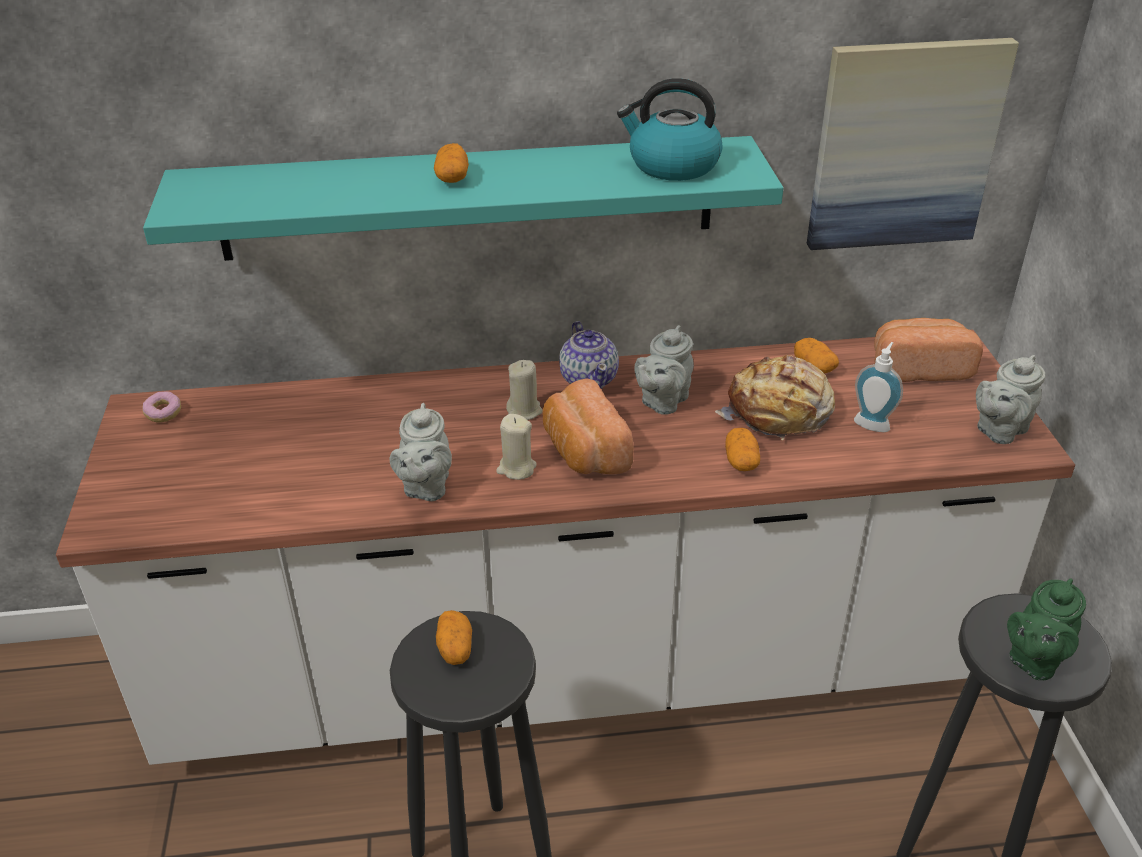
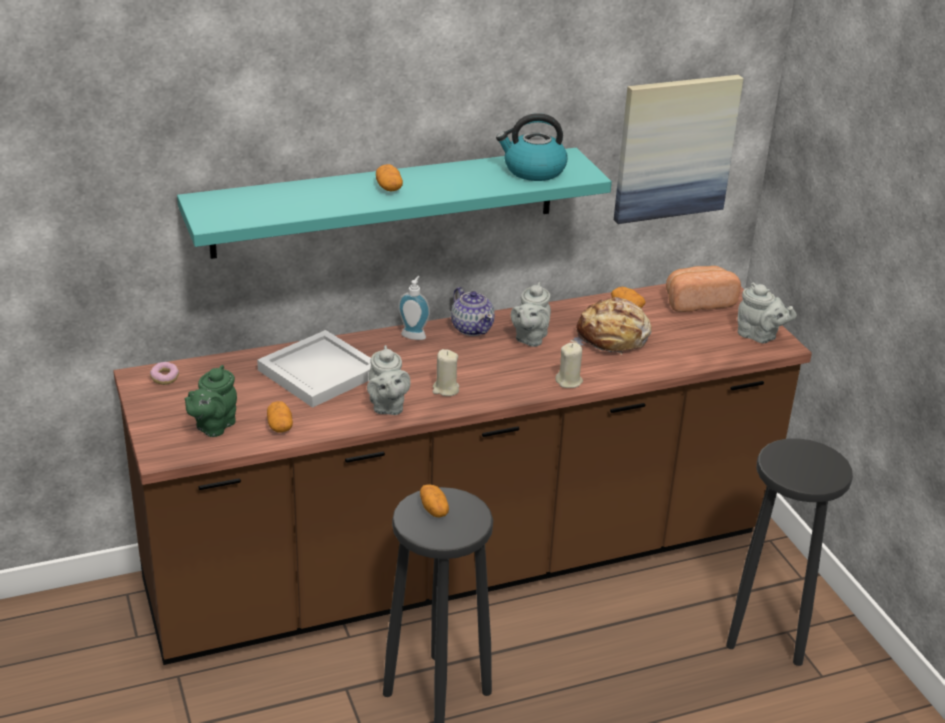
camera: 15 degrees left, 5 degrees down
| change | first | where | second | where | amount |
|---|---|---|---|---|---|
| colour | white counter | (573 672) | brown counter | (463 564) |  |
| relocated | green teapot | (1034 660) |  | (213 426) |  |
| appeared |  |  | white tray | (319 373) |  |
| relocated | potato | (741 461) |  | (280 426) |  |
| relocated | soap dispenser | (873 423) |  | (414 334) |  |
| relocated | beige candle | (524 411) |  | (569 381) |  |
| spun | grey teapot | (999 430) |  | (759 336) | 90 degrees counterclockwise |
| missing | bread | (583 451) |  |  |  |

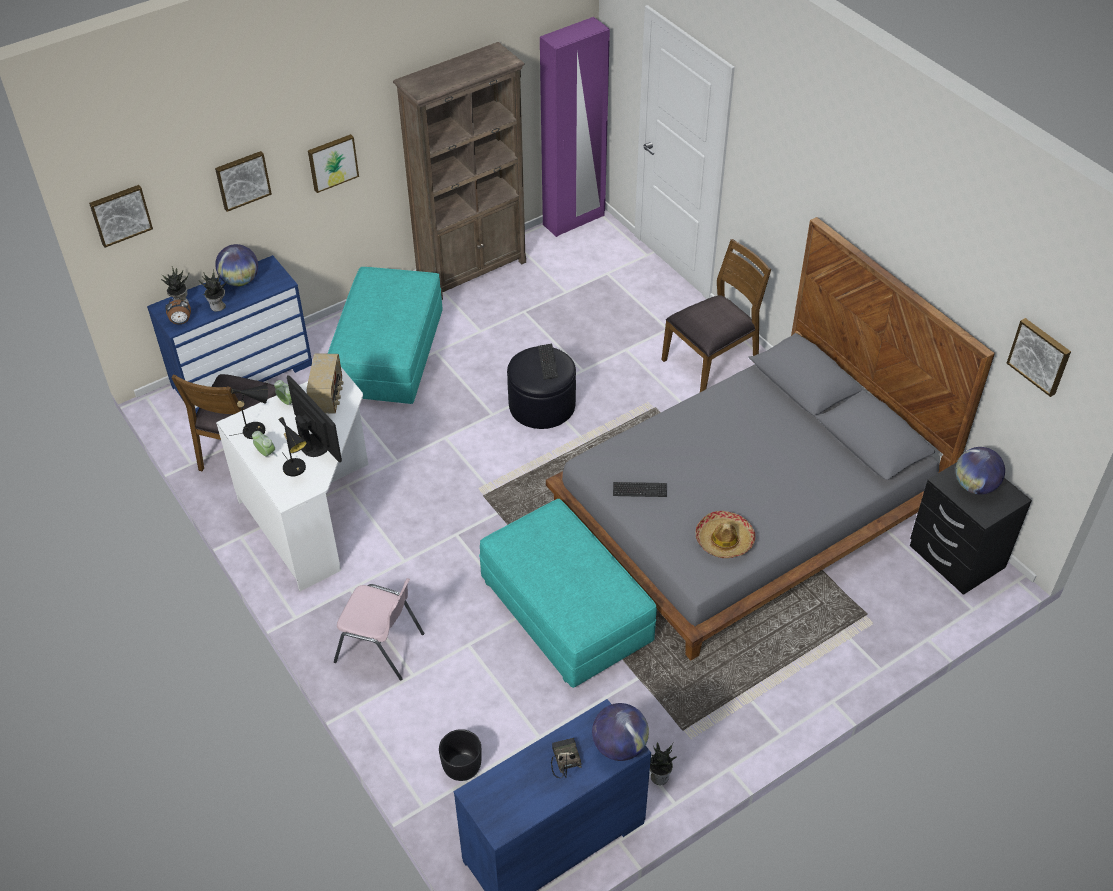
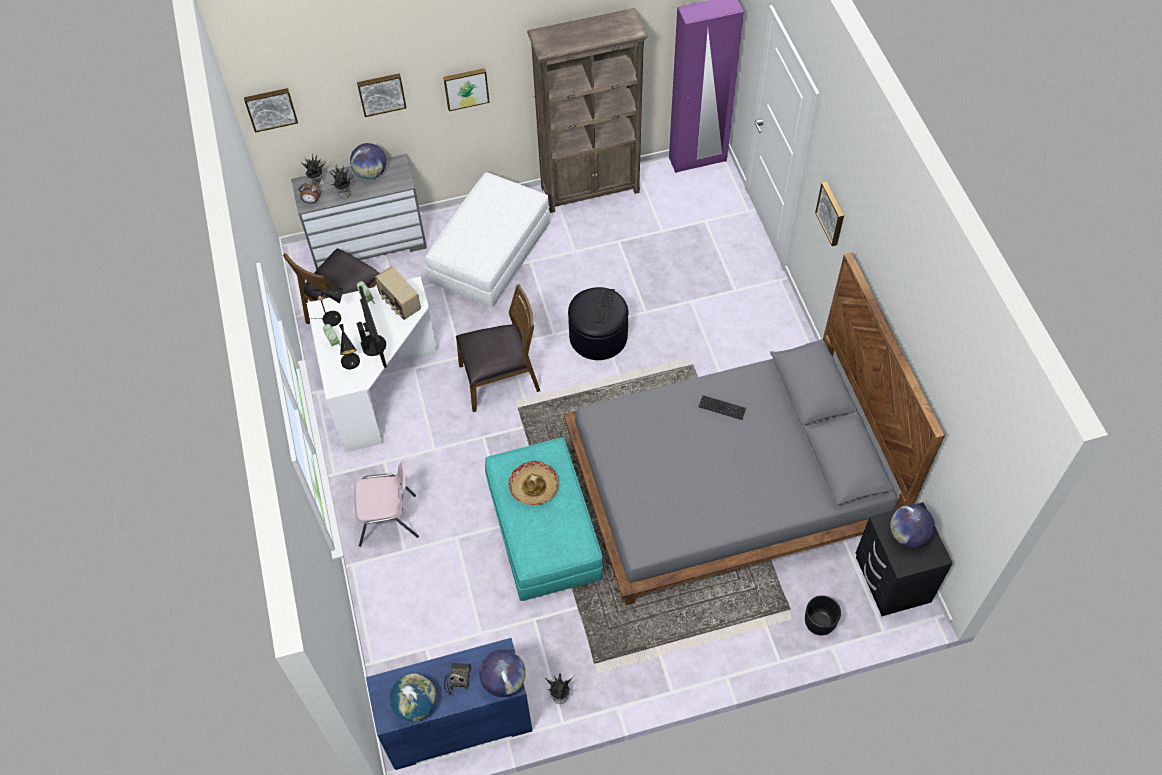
camera: 20 degrees right, 10 degrees up
| change | first | where | second | where | amount |
|---|---|---|---|---|---|
| colour | blue dresser | (242 375) | grey dresser | (368 243) |  |
| spun | pink chair | (381 648) |  | (389 520) | 45 degrees counterclockwise |
| spun | radio | (328 397) |  | (399 303) | 120 degrees clockwise |
| appeared |  |  | globe | (416 705) |  |
| colour | turquoise ottoman | (389 355) | white ottoman | (491 255) |  |
| relocated | brown chair | (711 362) |  | (500 379) |  |
| relocated | hat | (724 540) |  | (534 487) |  |
| relocated | keyboard | (639 490) |  | (722 408) |  |
| relocated | black planter | (461 766) |  | (819 622) |  |
| relocated | picture | (1040 356) |  | (832 213) |  |

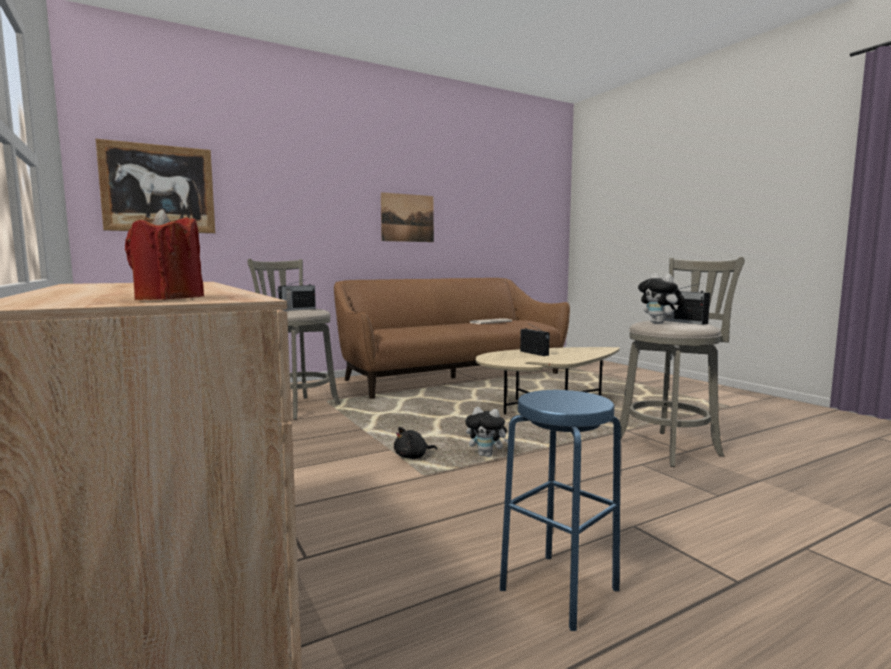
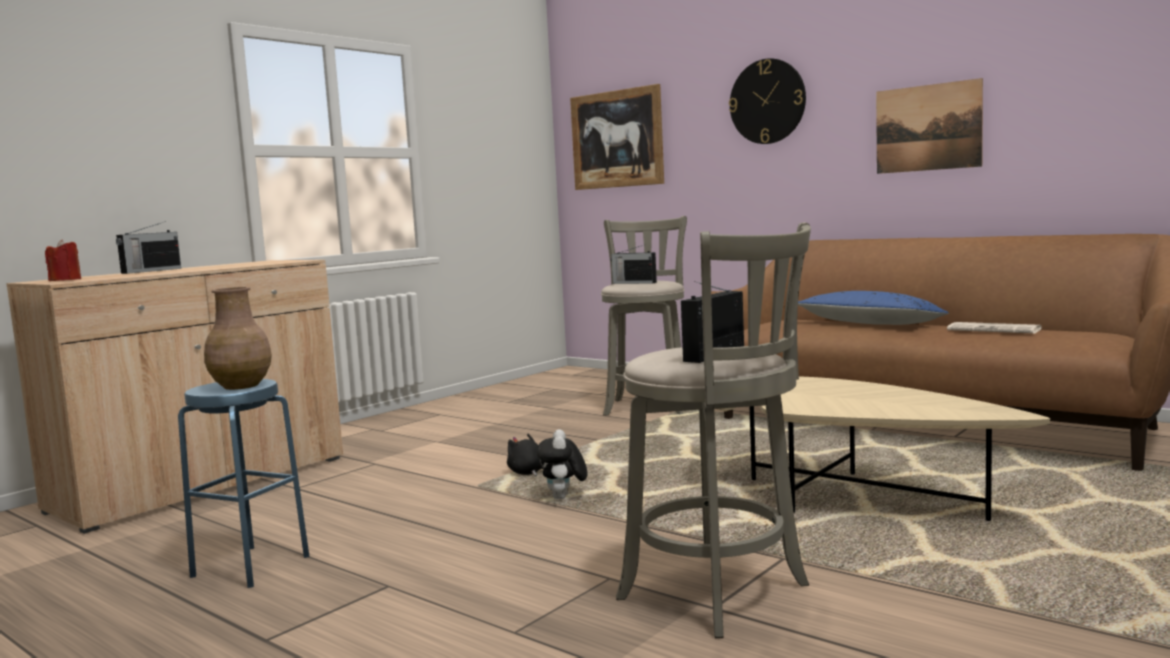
camera: 70 degrees right, 0 degrees up
| change | first | where | second | where | amount |
|---|---|---|---|---|---|
| relocated | radio | (534 353) |  | (150 271) |  |
| appeared |  |  | brown vase | (242 386) |  |
| appeared |  |  | wall clock | (767 101) |  |
| appeared |  |  | blue pillow | (870 324) |  |
| missing | plush toy | (660 323) |  |  |  |

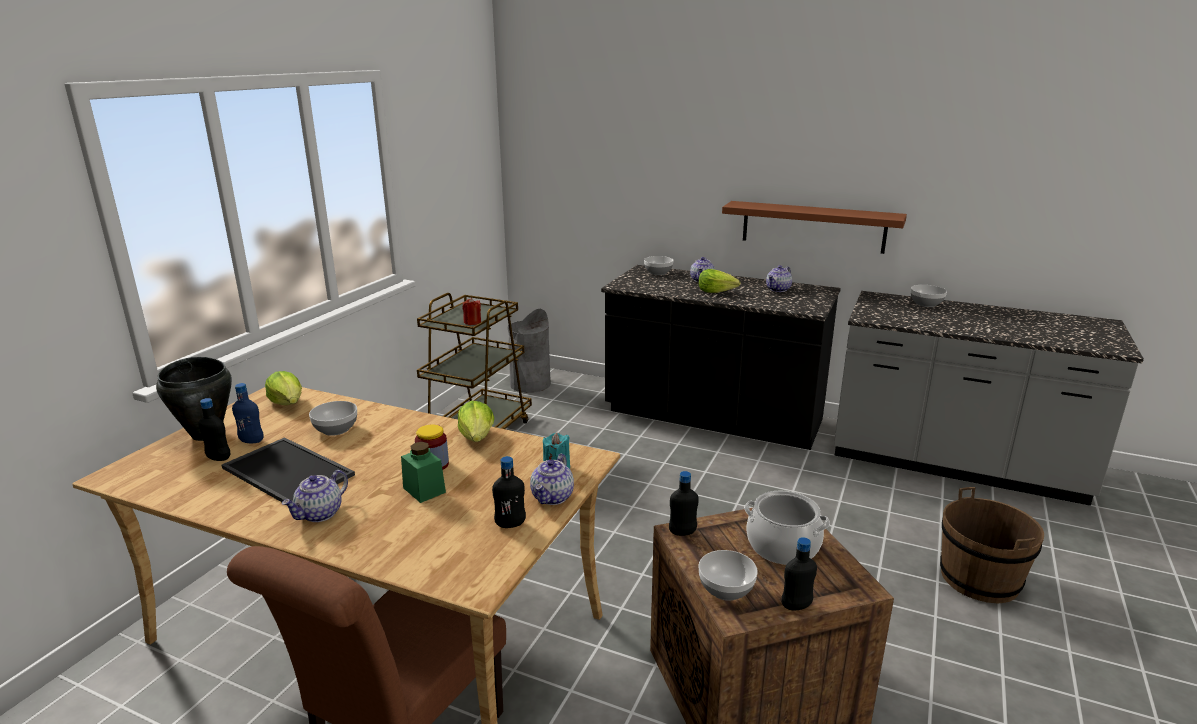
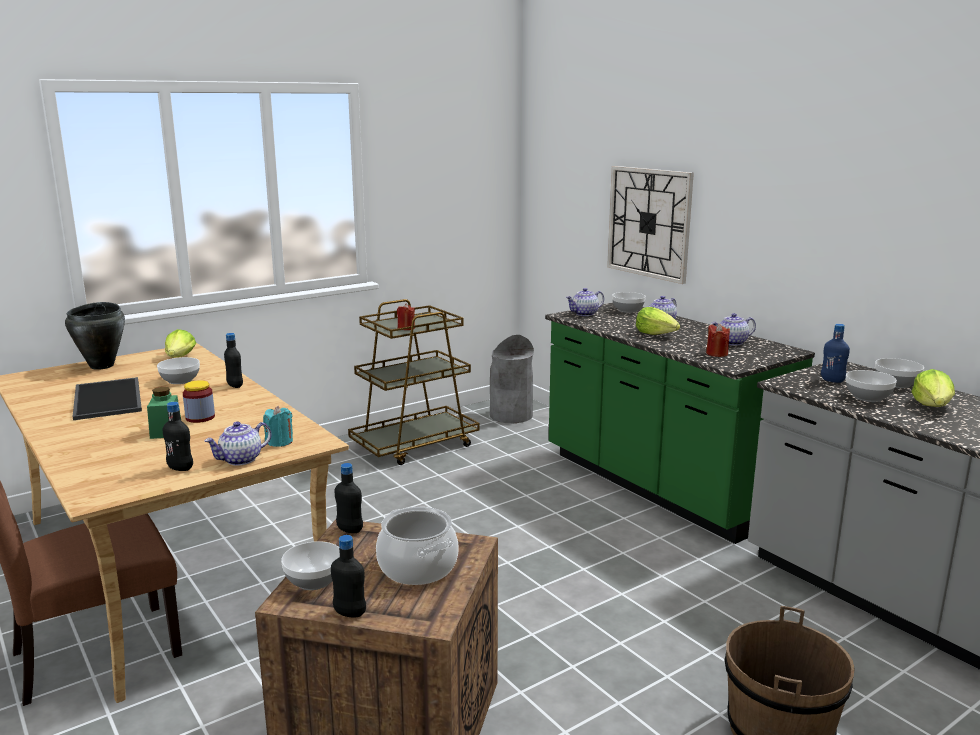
camera: 30 degrees right, 5 degrees down
| change | first | where | second | where | amount |
|---|---|---|---|---|---|
| relocated | black bottle | (218 458) |  | (235 386) |  |
| colour | black counter | (712 418) | green counter | (658 486) |  |
| relocated | teapot | (320 514) |  | (584 314) |  |
| appeared |  |  | wall clock | (649 223) |  |
| appeared |  |  | red candle | (716 354) |  |
| relocated | blue bottle | (252 441) |  | (832 380) |  |
| appeared |  |  | bowl | (867 397) |  |
| relocated | lettuce | (477 437) |  | (932 406) |  |
| missing | brown shelf | (813 226) |  |  |  |

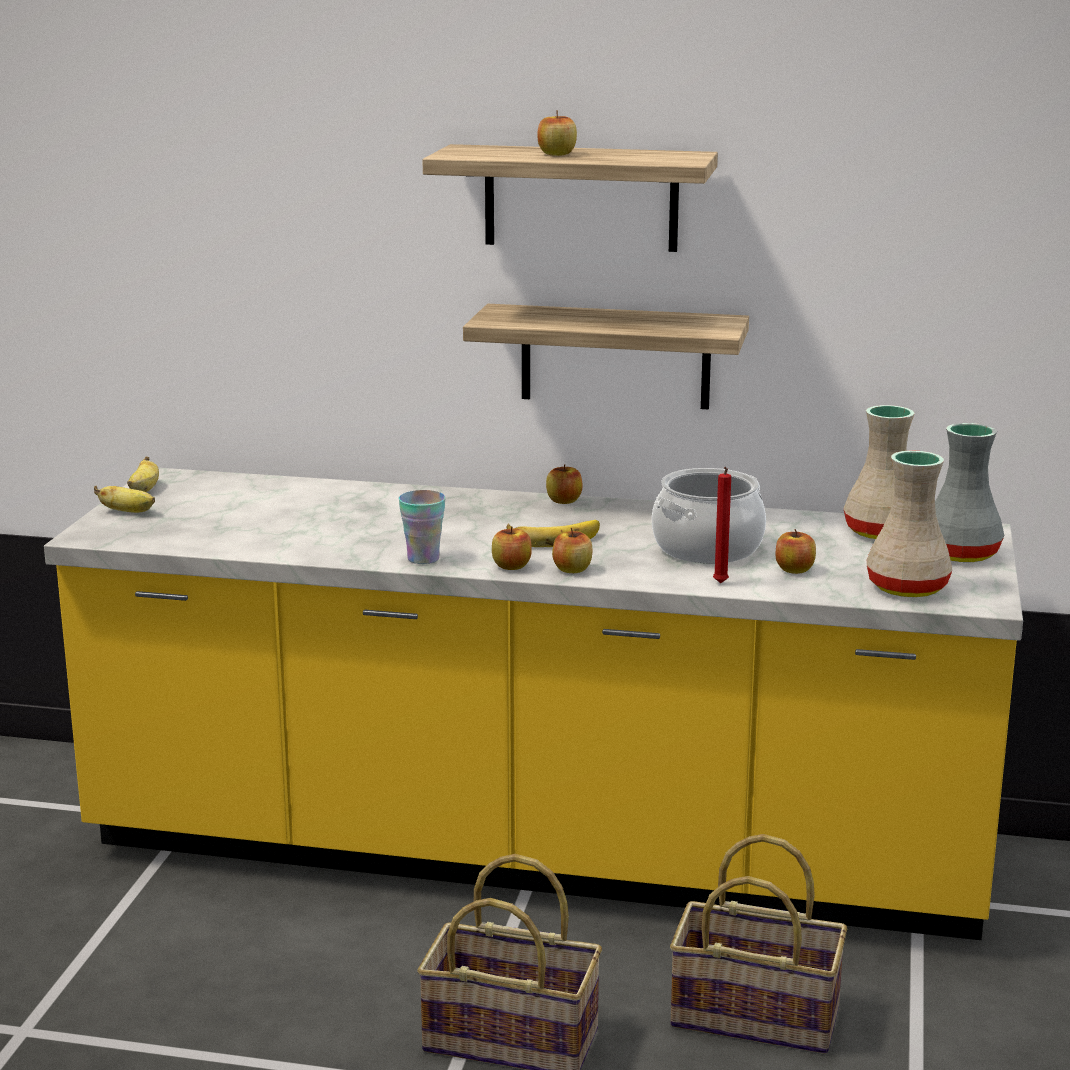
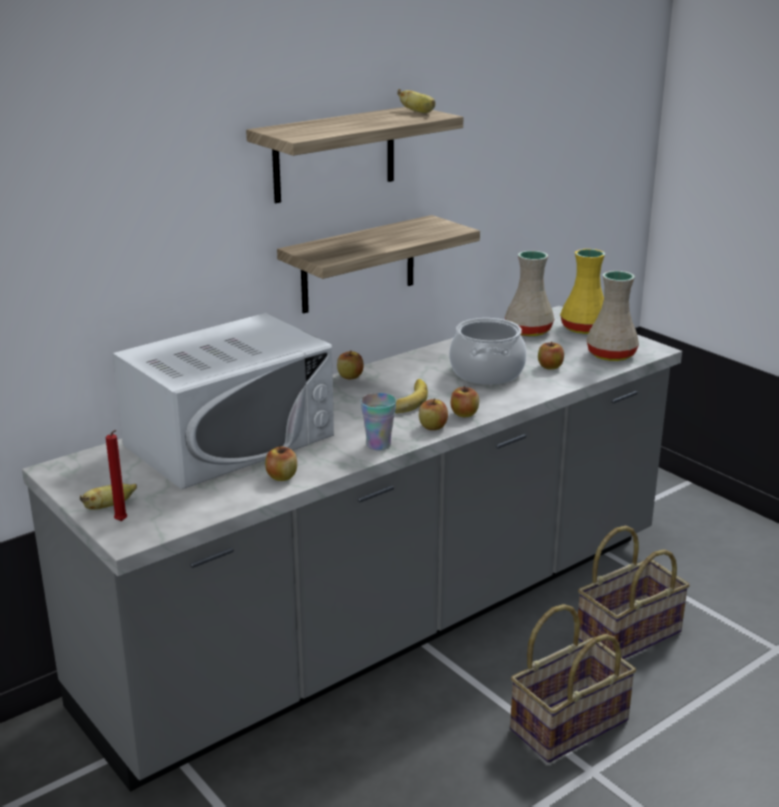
camera: 50 degrees left, 5 degrees up
| change | first | where | second | where | amount |
|---|---|---|---|---|---|
| colour | yellow counter | (535 853) | grey counter | (389 621) |  |
| relocated | red candle | (720 584) |  | (122 522) |  |
| appeared |  |  | white microwave | (230 440) |  |
| relocated | apple | (557 154) |  | (282 477) |  |
| relocated | banana | (144 490) |  | (418 112) |  |
| colour | grey vase | (958 553) | yellow vase | (582 329) |  |

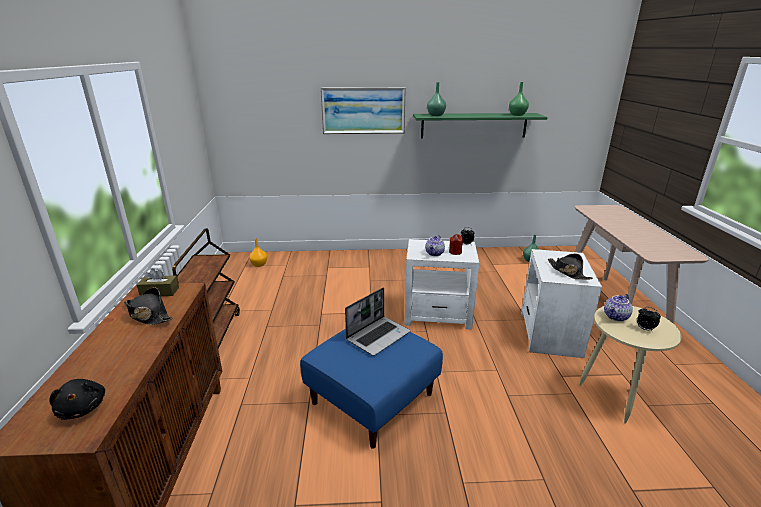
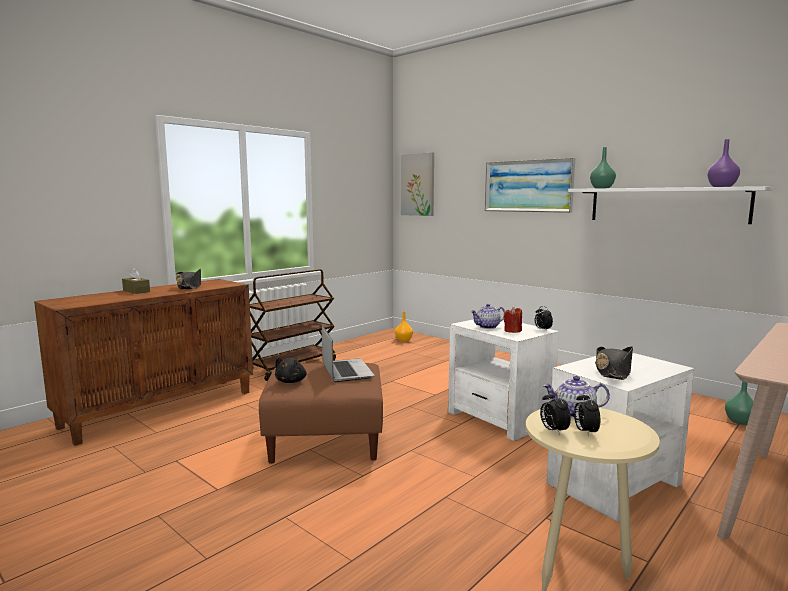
camera: 45 degrees right, 15 degrees down
| change | first | where | second | where | amount |
|---|---|---|---|---|---|
| relocated | brown tissue box | (159 292) |  | (136 291) |  |
| colour | blue ottoman | (372 398) | brown ottoman | (326 439) |  |
| relocated | black plush toy | (83 408) |  | (291 381) |  |
| spun | laptop | (378 336) |  | (346 371) | 105 degrees counterclockwise |
| appeared |  |  | picture | (418 184) |  |
| appeared |  |  | alarm clock | (553 430) |  |
| colour | green shelf | (474 125) | white shelf | (666 205) |  |
| colour | green vase | (517 115) | purple vase | (722 186) |  |

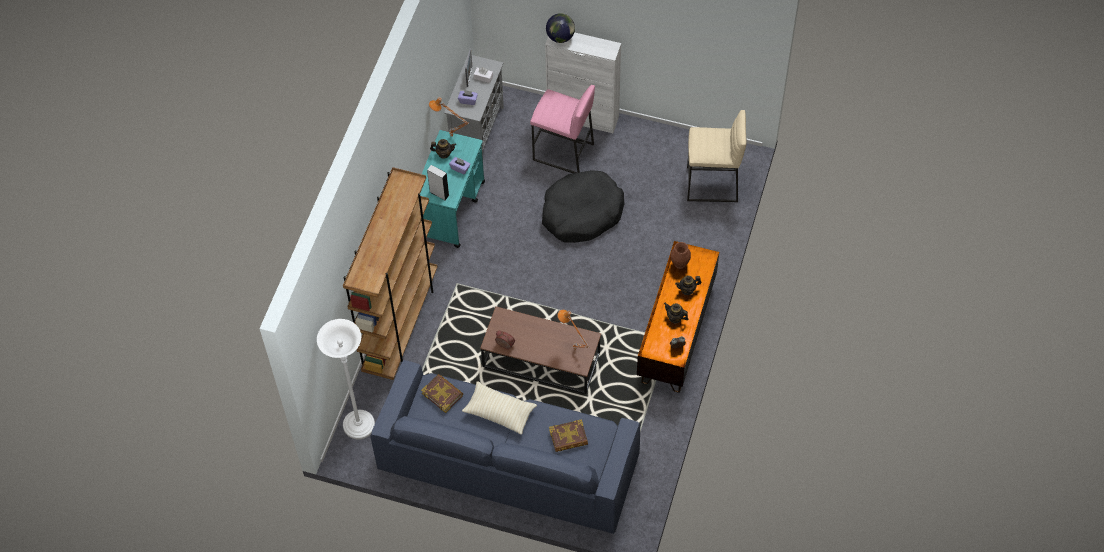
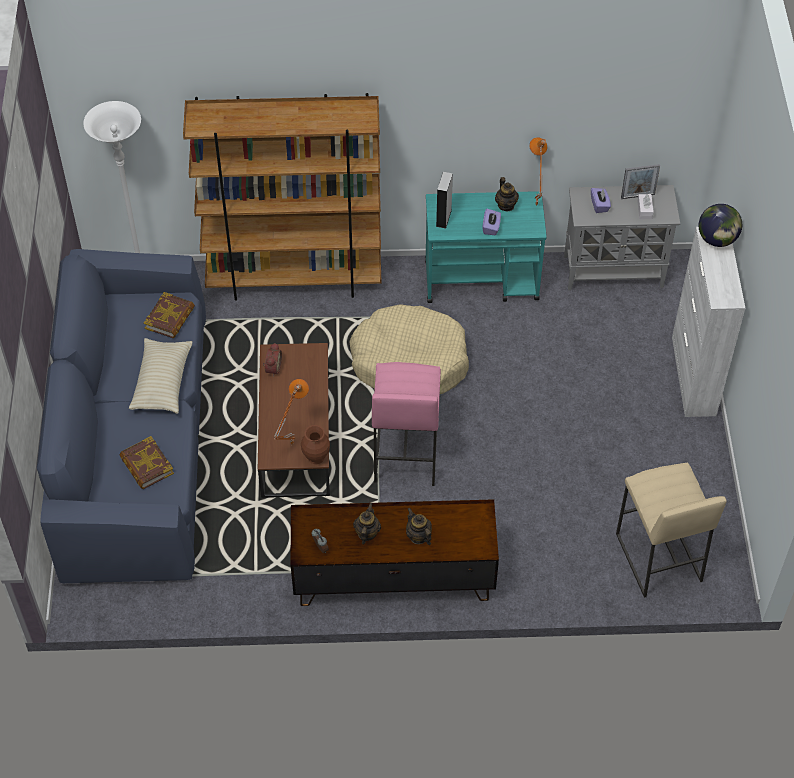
camera: 70 degrees right, 5 degrees down
| change | first | where | second | where | amount |
|---|---|---|---|---|---|
| relocated | brown vase | (680 263) |  | (316 458) |  |
| appeared |  |  | beige dog bed | (409 361) |  |
| relocated | pink stool | (563 152) |  | (405 453) |  |
| missing | black dog bed | (581 213) |  |  |  |

